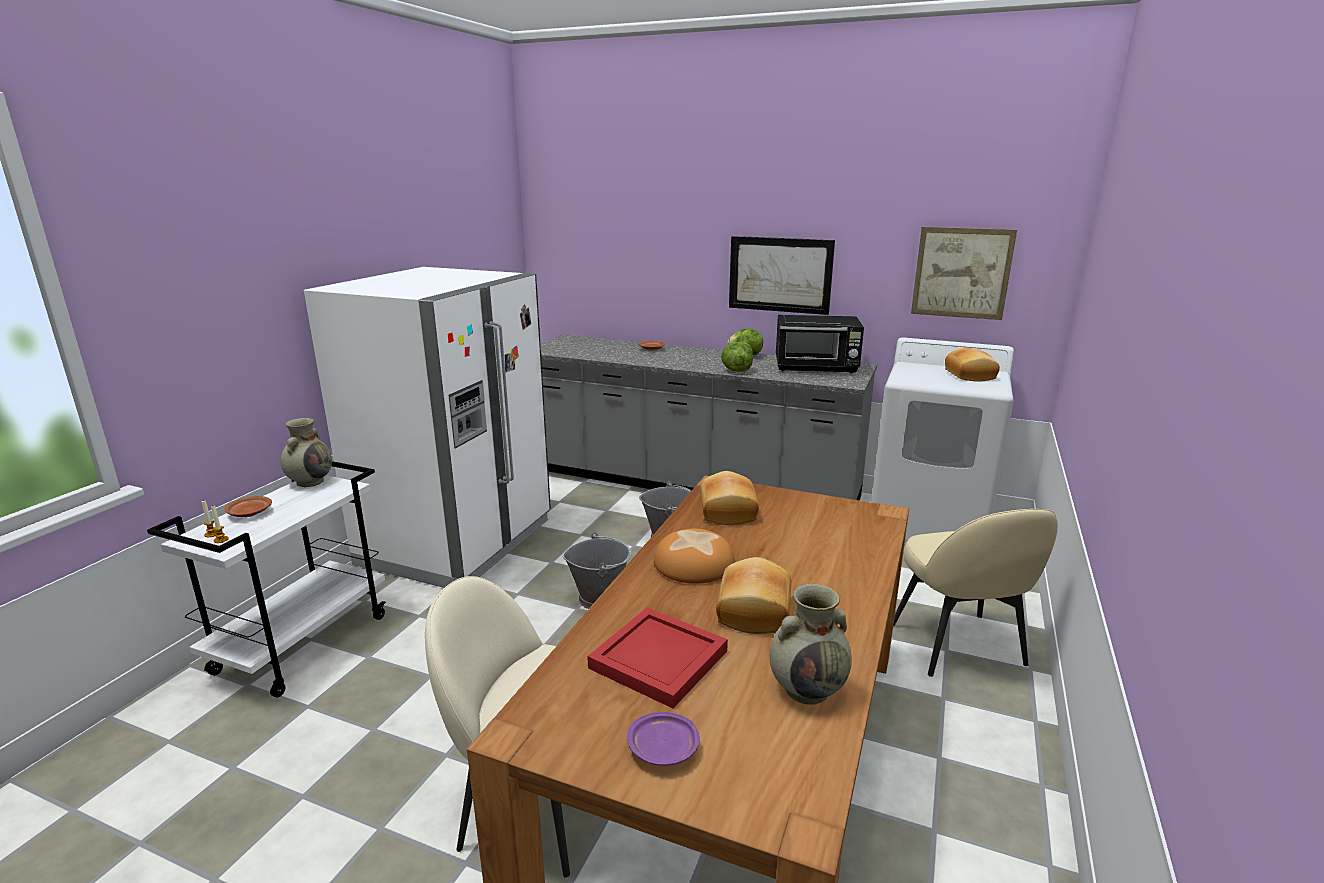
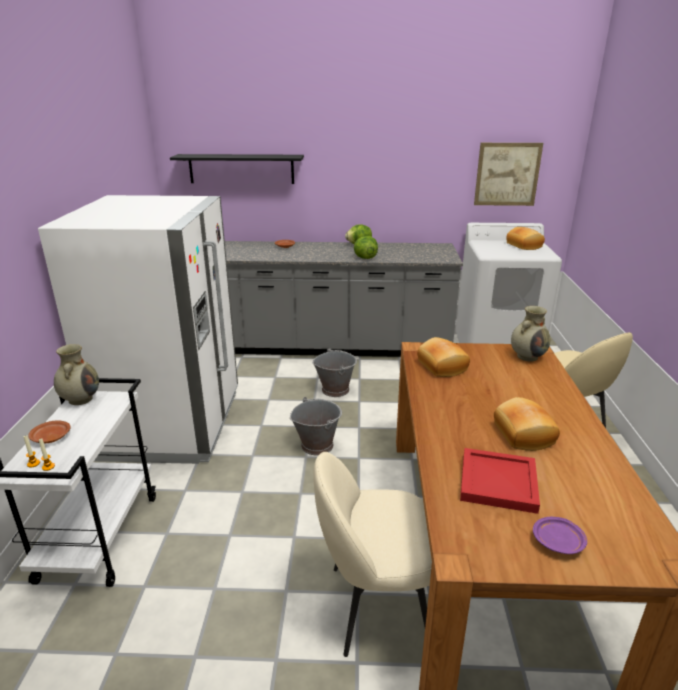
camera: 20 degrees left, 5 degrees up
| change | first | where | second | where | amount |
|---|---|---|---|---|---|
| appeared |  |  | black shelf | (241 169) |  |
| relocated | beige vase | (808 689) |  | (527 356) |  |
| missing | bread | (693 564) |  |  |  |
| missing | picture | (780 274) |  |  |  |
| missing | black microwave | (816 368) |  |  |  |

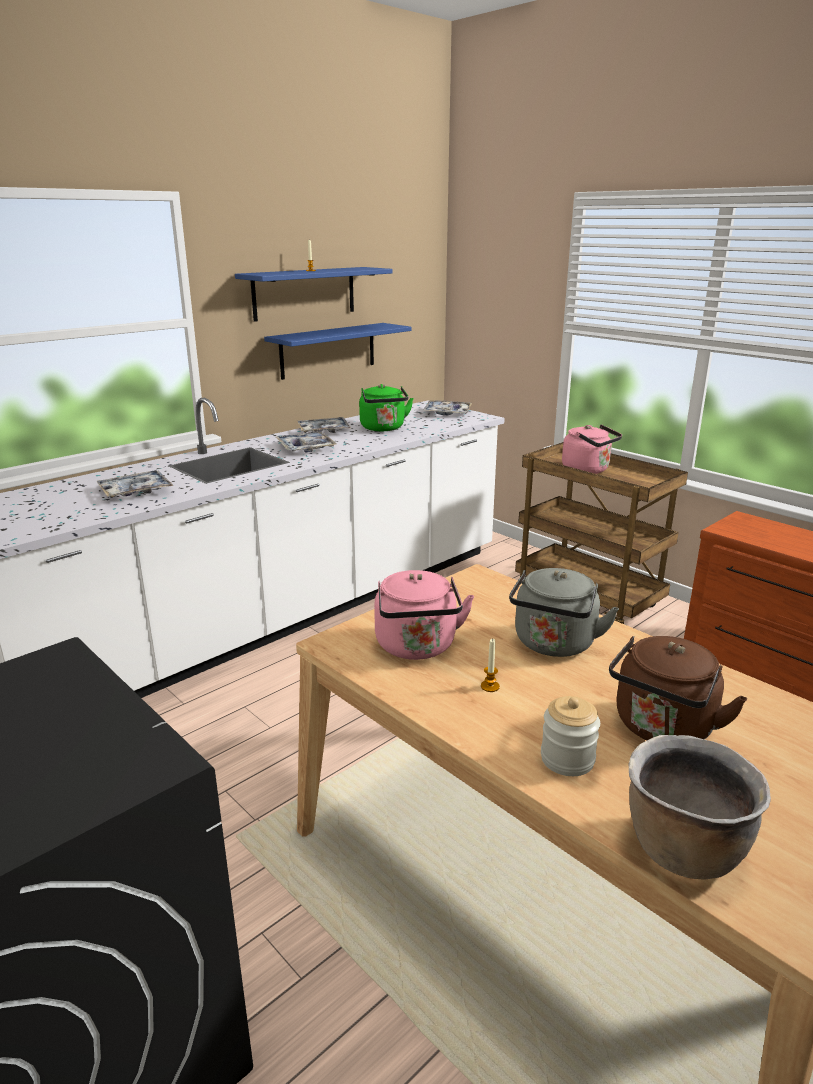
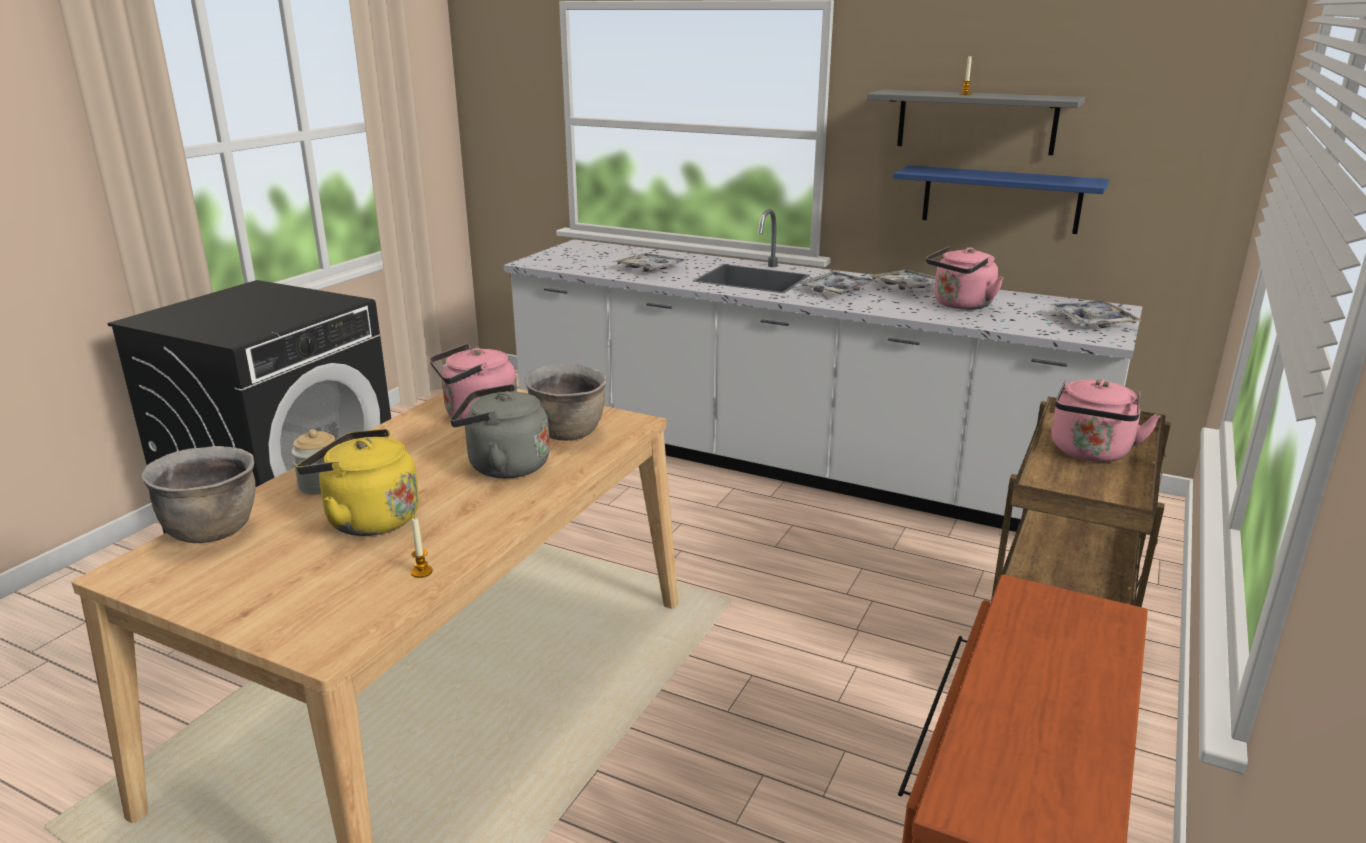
camera: 70 degrees right, 0 degrees up
| change | first | where | second | where | amount |
|---|---|---|---|---|---|
| colour | brown kettle | (662 729) | yellow kettle | (367 520) |  |
| relocated | candle | (490 686) |  | (421 572) |  |
| appeared |  |  | brown cooking pot | (568 433) |  |
| colour | blue shelf | (304 293) | grey shelf | (976 122) |  |
| colour | green kettle | (383 428) | pink kettle | (960 305) |  |

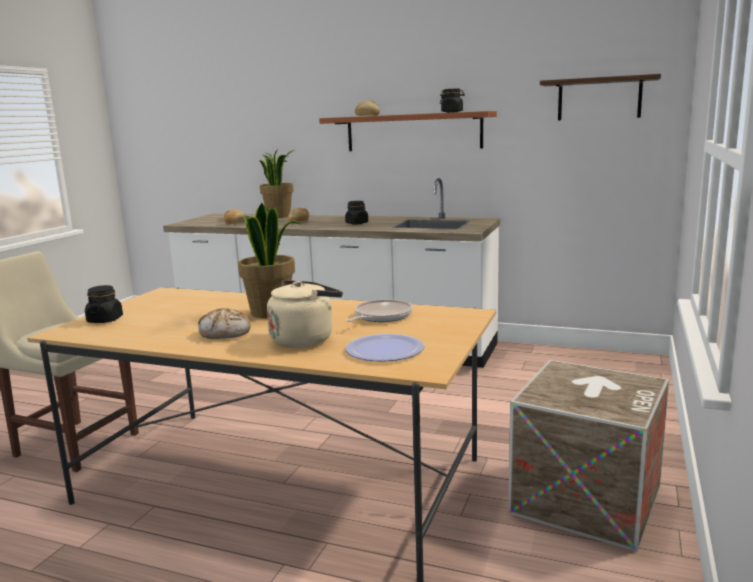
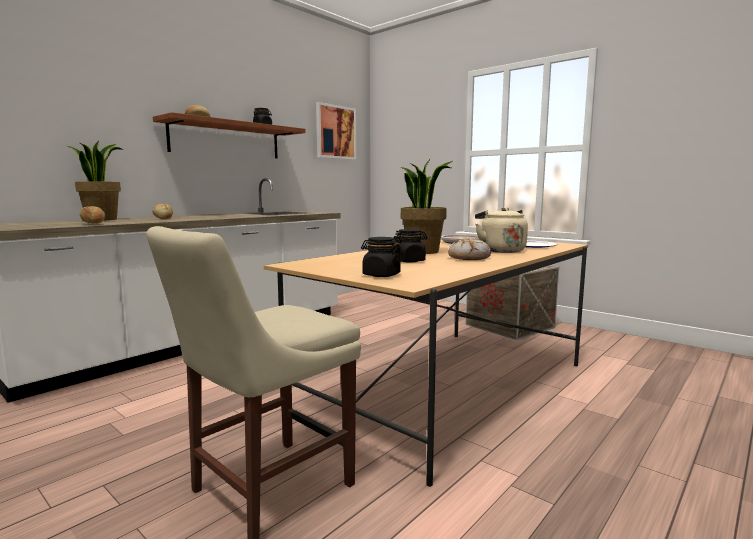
camera: 70 degrees left, 5 degrees down
| change | first | where | second | where | amount |
|---|---|---|---|---|---|
| exchanged | shelf | (599 99) | picture | (335 132) |  |
| relocated | black jar | (357 223) |  | (409 261) |  |

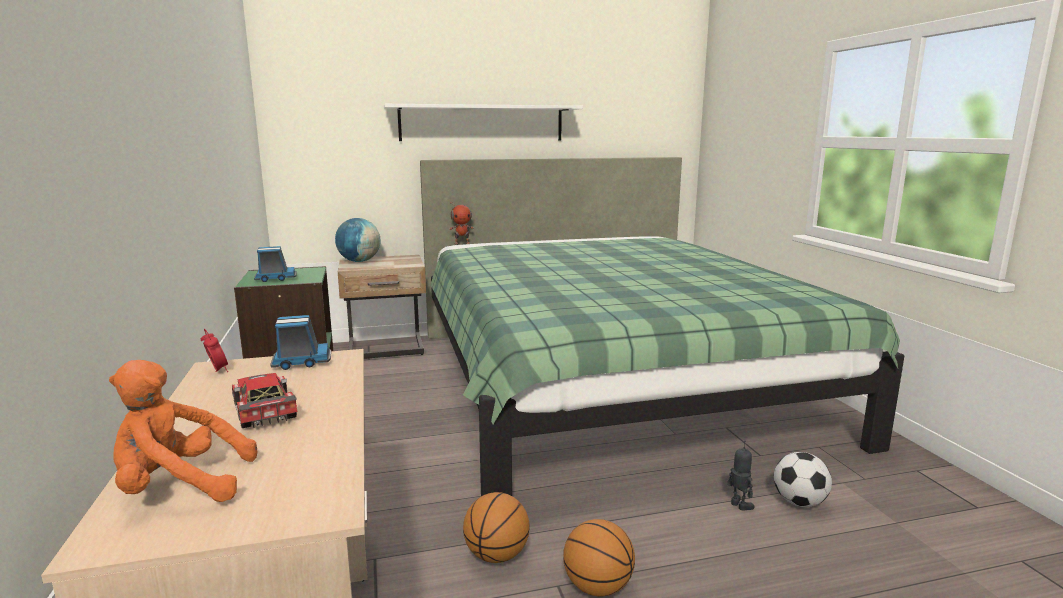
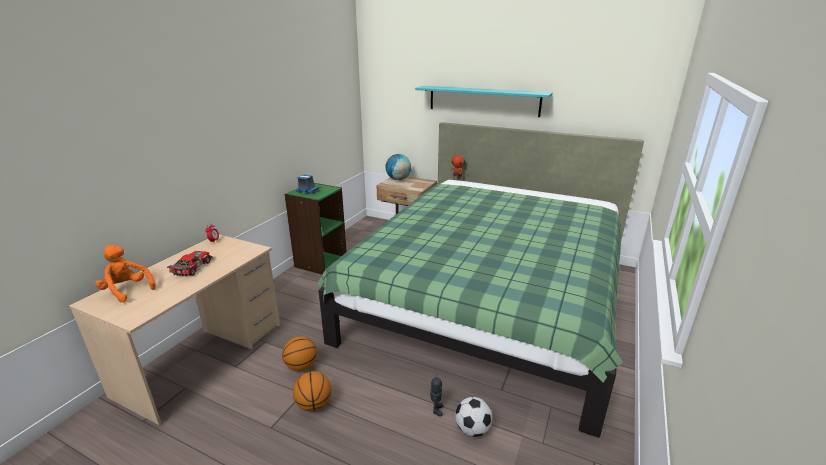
camera: 40 degrees right, 10 degrees up
| change | first | where | second | where | amount |
|---|---|---|---|---|---|
| colour | white shelf | (482 123) | turquoise shelf | (483 100) |  |
| missing | toy truck | (300 362) |  |  |  |

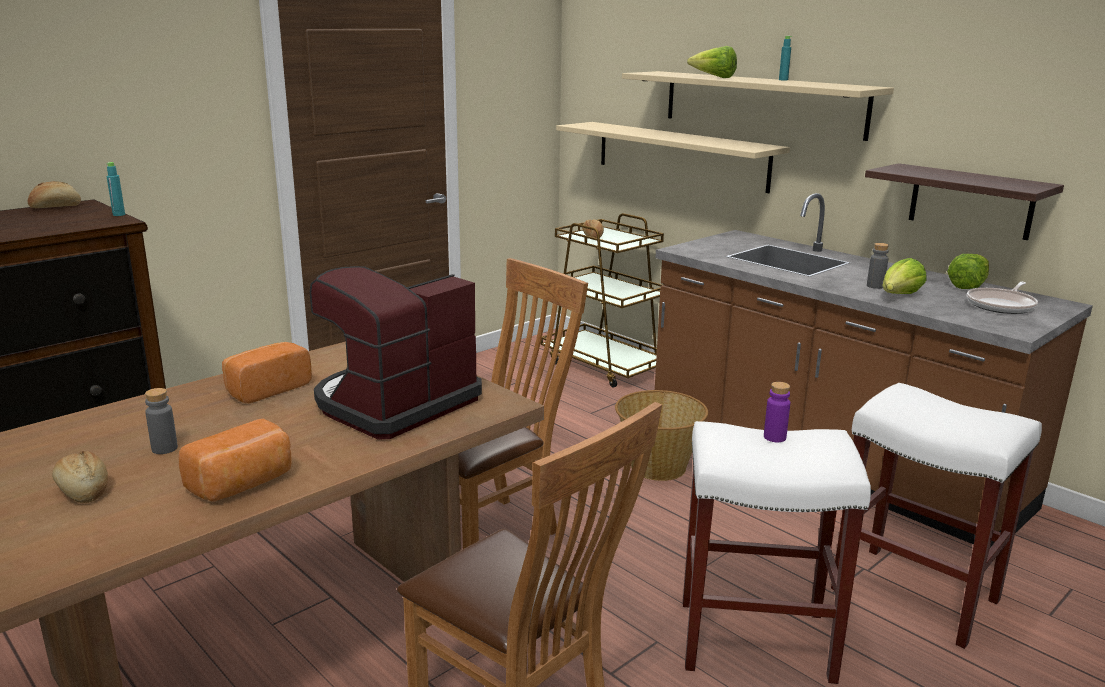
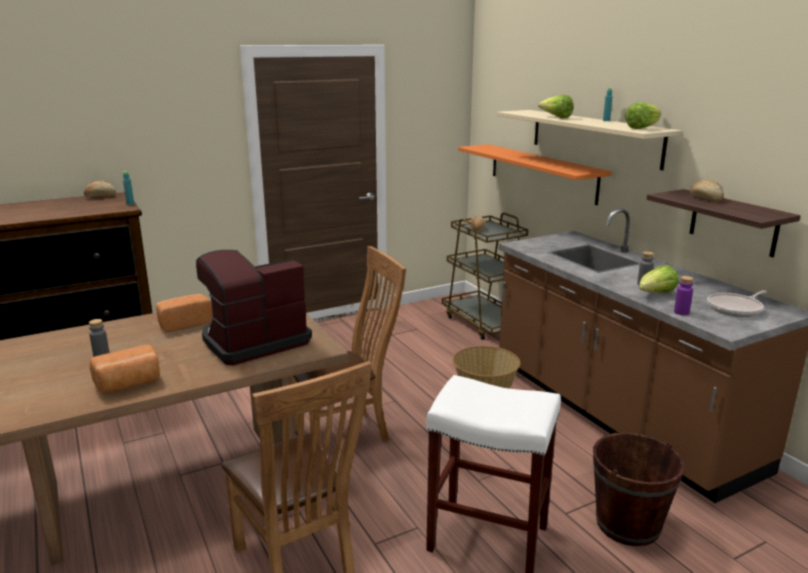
camera: 15 degrees right, 0 degrees up
| change | first | where | second | where | amount |
|---|---|---|---|---|---|
| colour | beige shelf | (680 155) | orange shelf | (541 172) |  |
| exchanged | white stool | (912 594) | brown bucket | (627 524) |  |
| relocated | lettuce | (967 286) |  | (642 128) |  |
| relocated | purple bottle | (774 437) |  | (681 312) |  |
| relocated | bread | (83 490) |  | (705 198) |  |

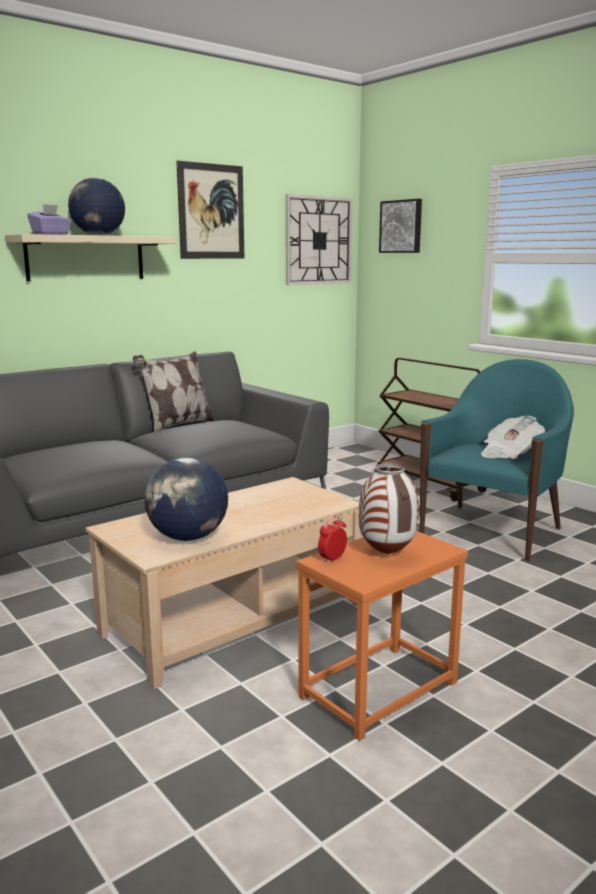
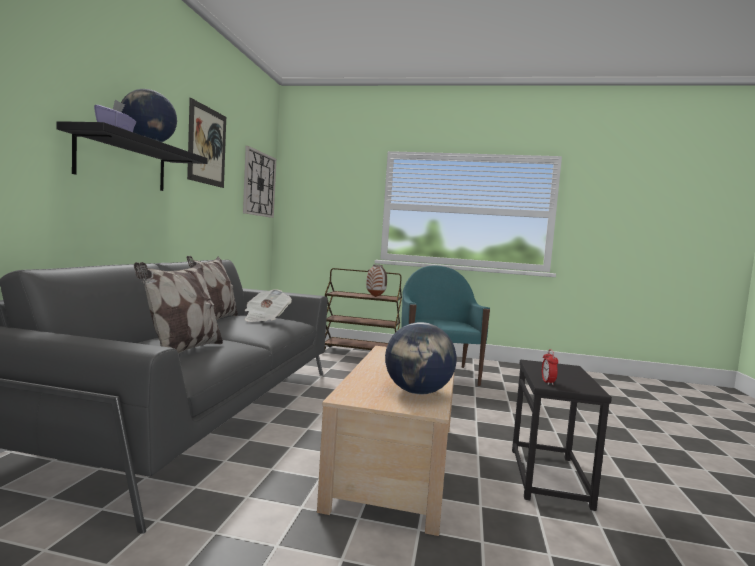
camera: 40 degrees left, 10 degrees down
| change | first | where | second | where | amount |
|---|---|---|---|---|---|
| colour | beige shelf | (85 258) | black shelf | (123 162) |  |
| appeared |  |  | pillow | (182 351) |  |
| relocated | newspaper | (509 454) |  | (265 318) |  |
| relocated | vase | (388 554) |  | (376 297) |  |
| colour | orange side table | (379 691) | black side table | (550 477) |  |
| missing | picture | (401 226) |  |  |  |

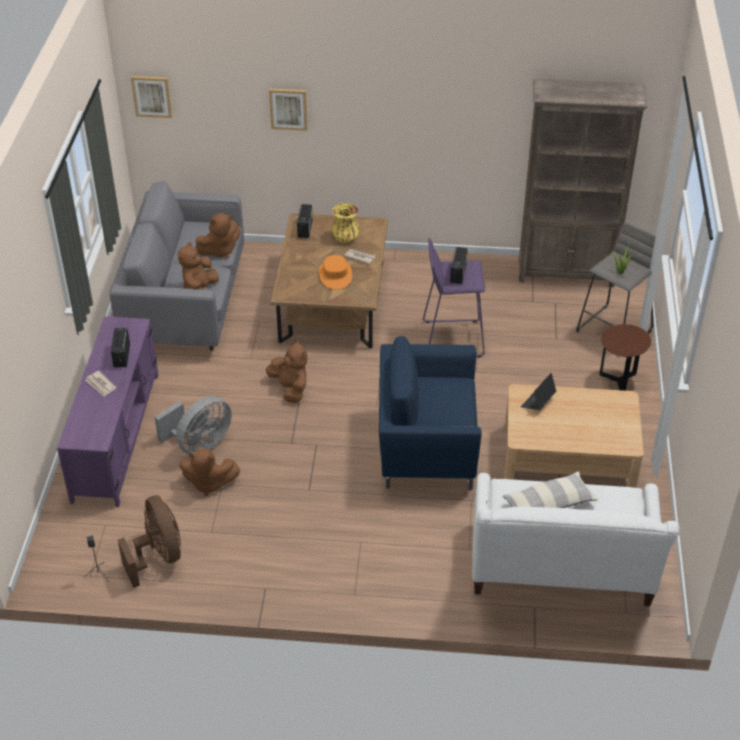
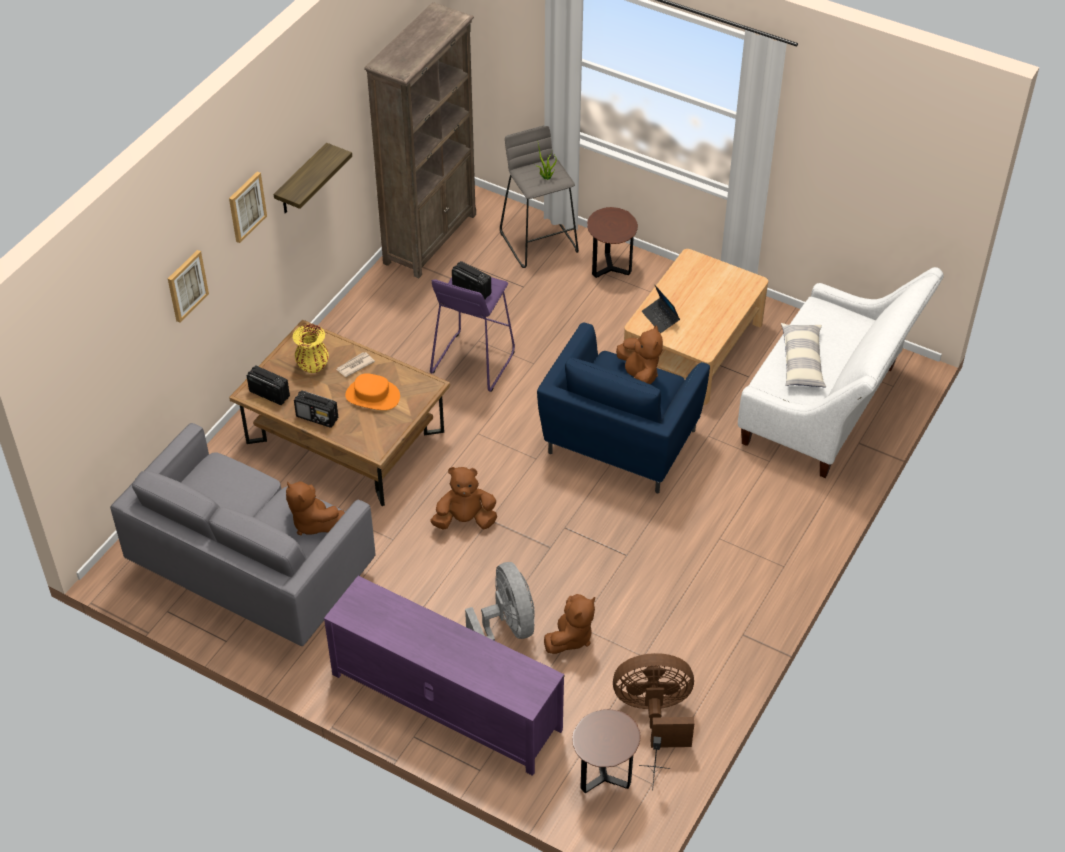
camera: 65 degrees left, 5 degrees up
| change | first | where | second | where | amount |
|---|---|---|---|---|---|
| relocated | picture | (152 96) |  | (246 206) |  |
| appeared |  |  | shelf | (301 181) |  |
| relocated | radio | (121 356) |  | (317 417) |  |
| appeared |  |  | brown side table | (603 777) |  |
| relocated | brown plush toy | (220 250) |  | (638 378) |  |
| missing | newspaper | (100 385) |  |  |  |

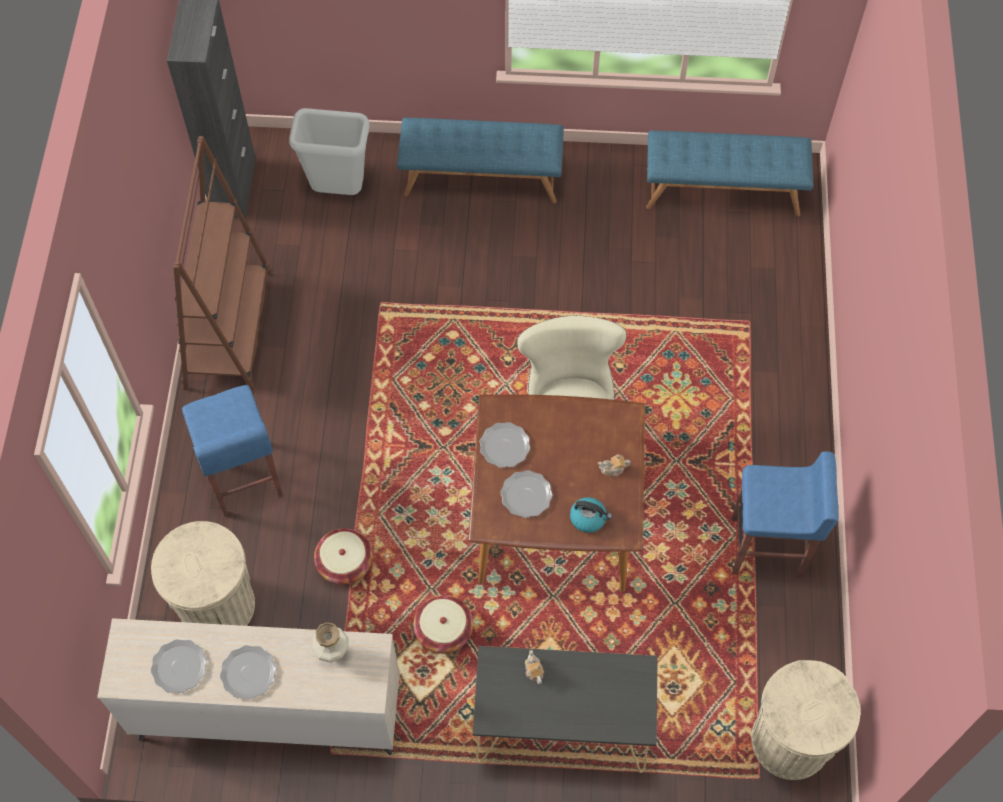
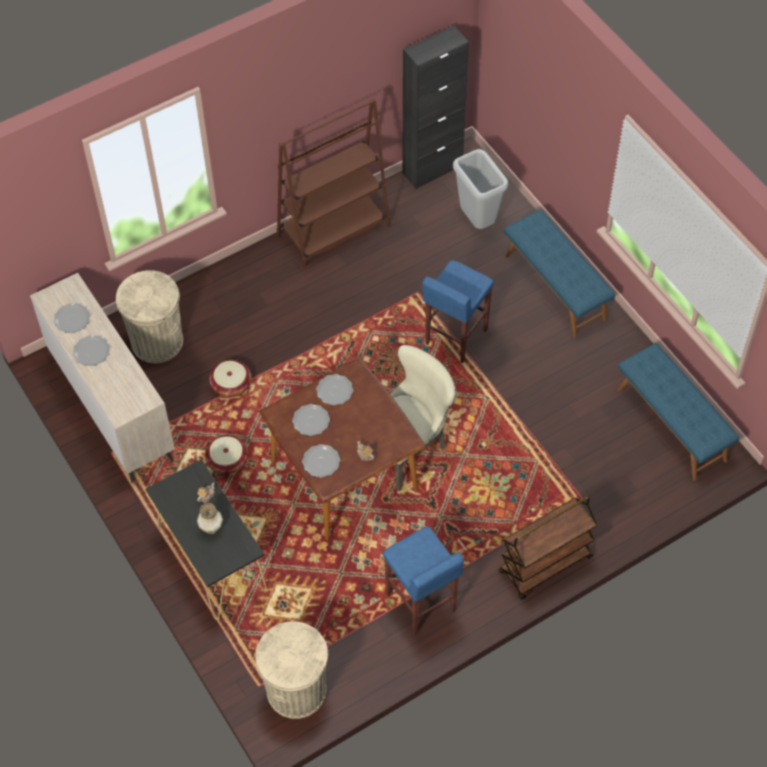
camera: 55 degrees right, 5 degrees down
| change | first | where | second | where | amount |
|---|---|---|---|---|---|
| relocated | vase | (332 651) |  | (212 528) |  |
| exchanged | kettle | (588 518) | plate | (321 461) |  |
| relocated | blue stool | (243 480) |  | (455 337) |  |
| appeared |  |  | brown cart | (545 565) |  |

